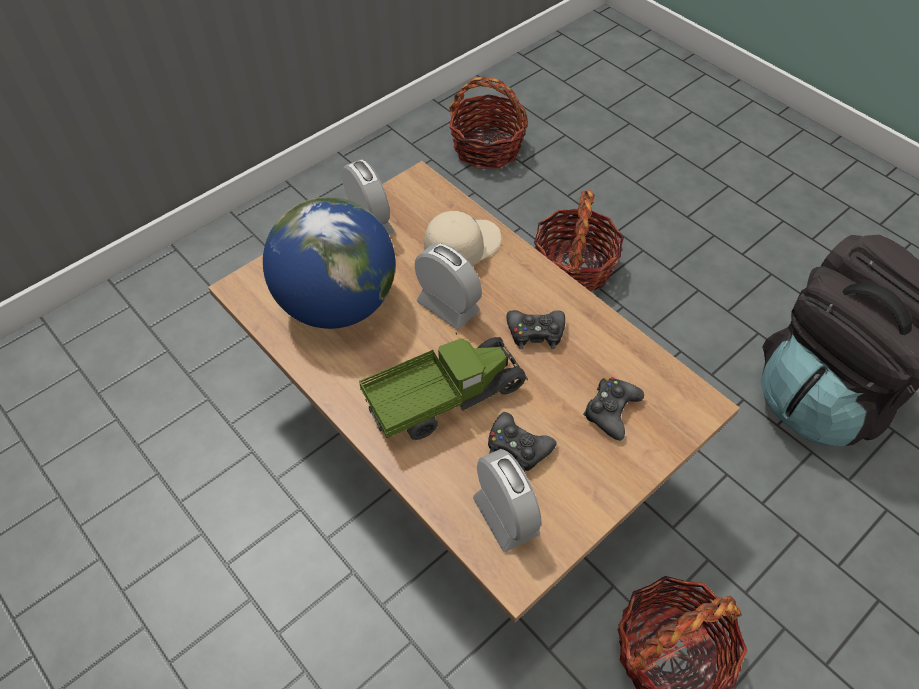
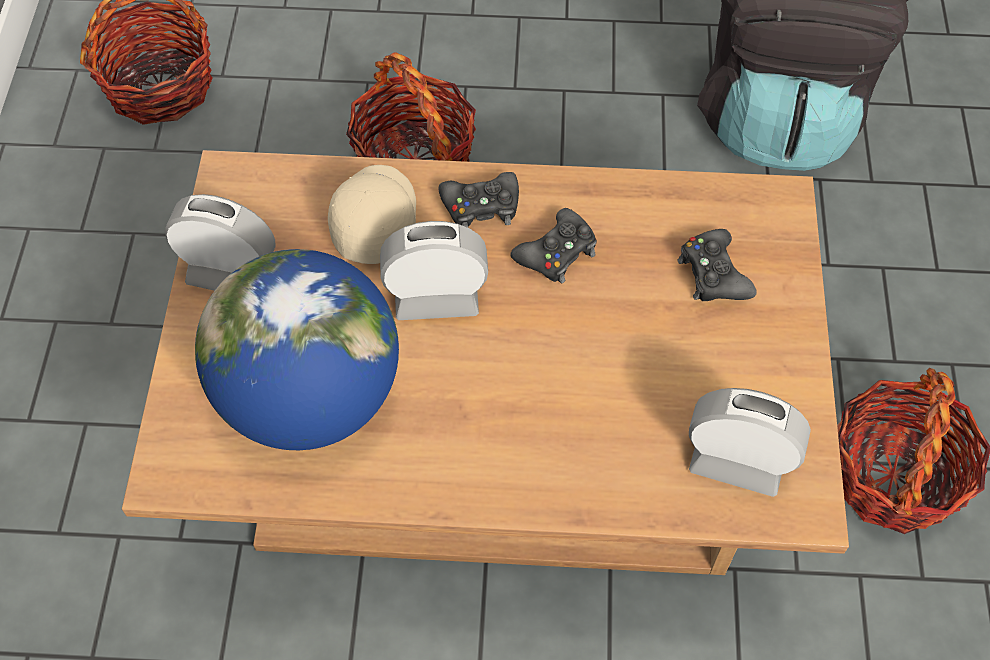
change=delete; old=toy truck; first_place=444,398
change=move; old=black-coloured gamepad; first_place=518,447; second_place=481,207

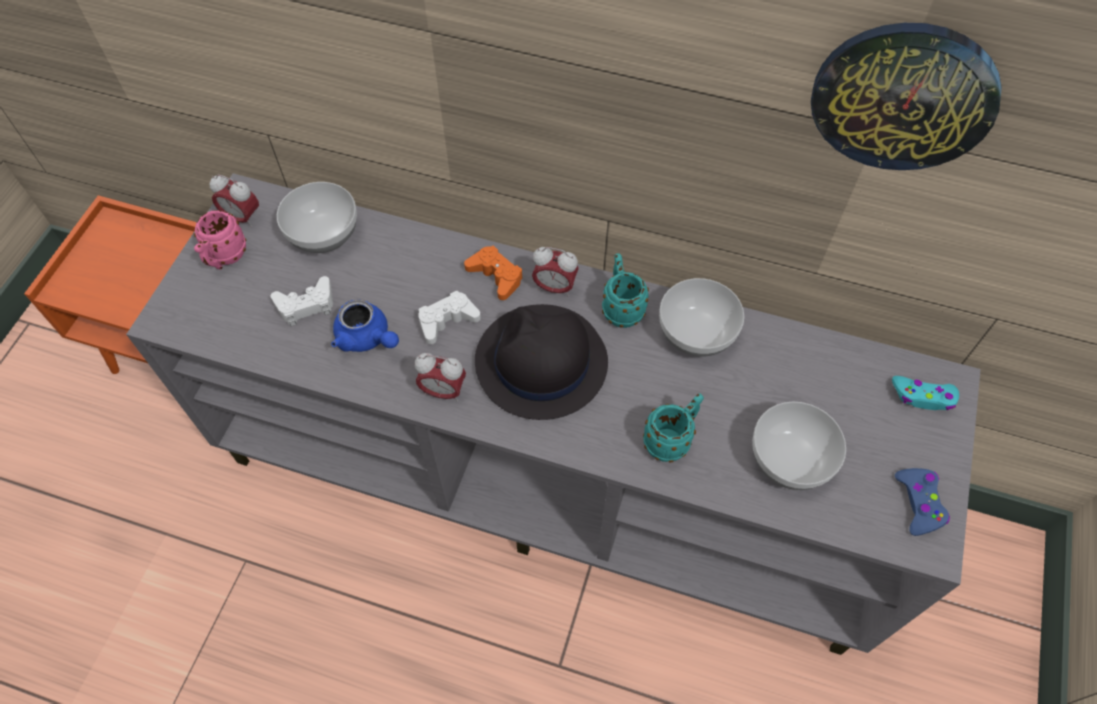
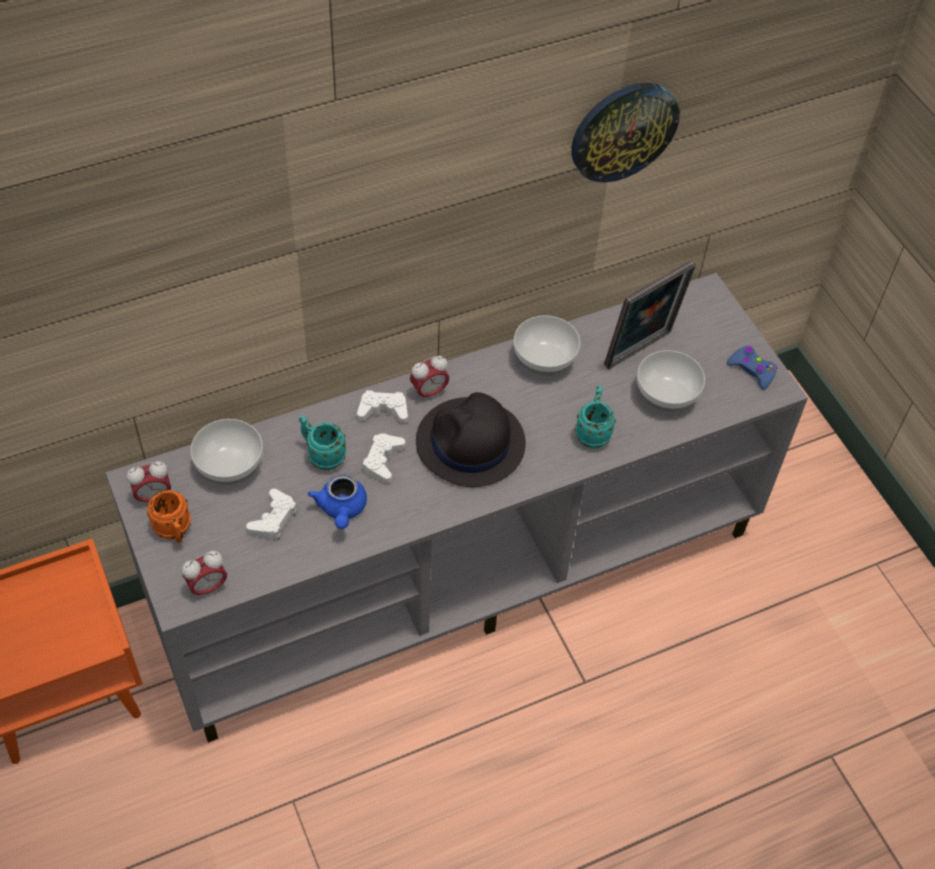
change=delete; old=turquoise-coloured gamepad; first_place=923,397
change=insert; new=standing frame; second_place=641,352
change=move; old=alarm clock; first_place=443,391; second_place=207,587
change=move; old=turquoise-coloured coffee mug; first_place=621,307; second_place=322,455
change=recolor; old=pinkish coffee mug; new=orange coffee mug; first_place=225,258; second_place=175,532
change=recolor; old=orange gamepad; new=whitish gamepad; first_place=496,276; second_place=383,411
change=rotate; old=blue pot for tea; first_place=367,338; second_place=341,509; degrees=90

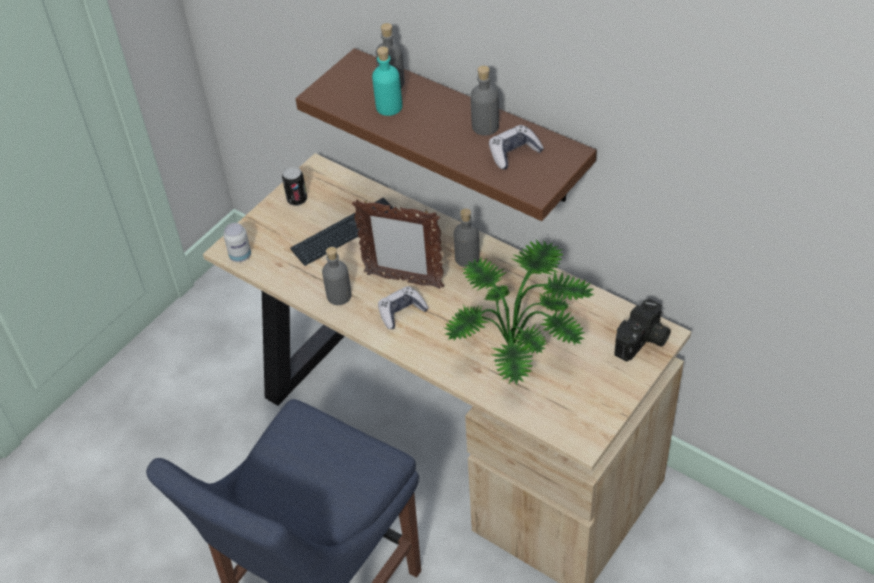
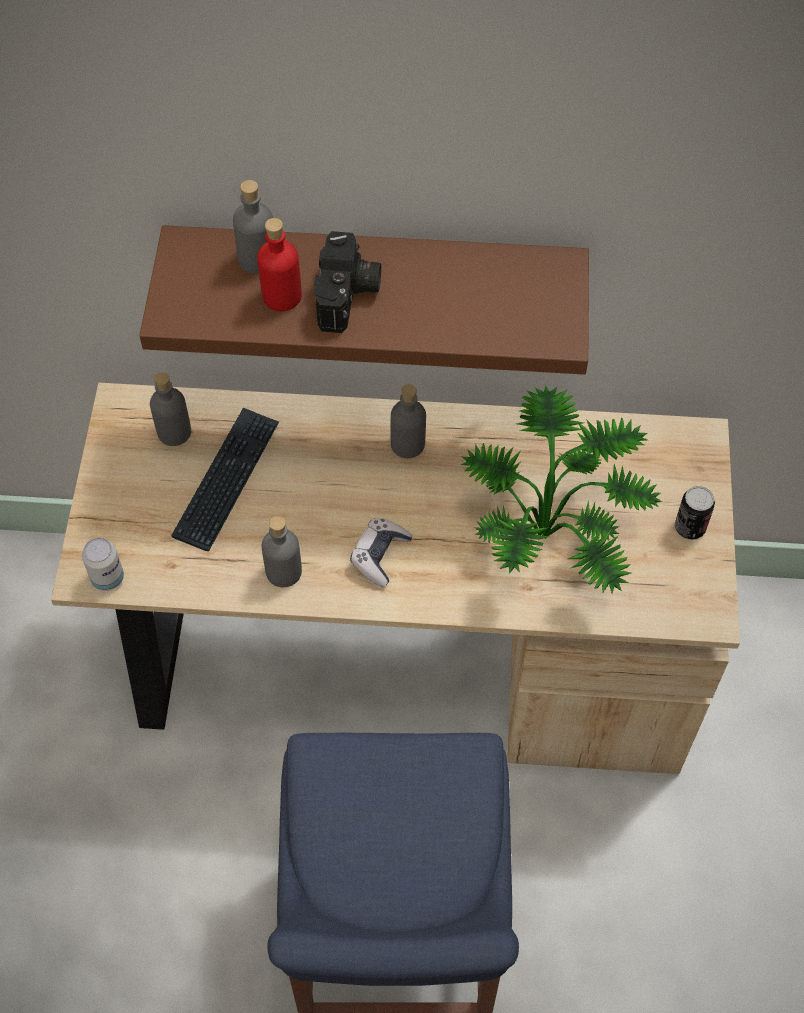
change=delete; old=standing frame; first_place=403,280
change=delete; old=gamepad; first_place=514,153
change=move; old=sealed can; first_place=297,199; second_place=689,528
change=move; old=grey bottle; first_place=485,126; second_place=174,432
change=move; old=photo camera; first_place=643,342; second_place=349,296
change=recolor; old=turquoise-coloured bottle; new=reddish bottle; first_place=389,107; second_place=282,296

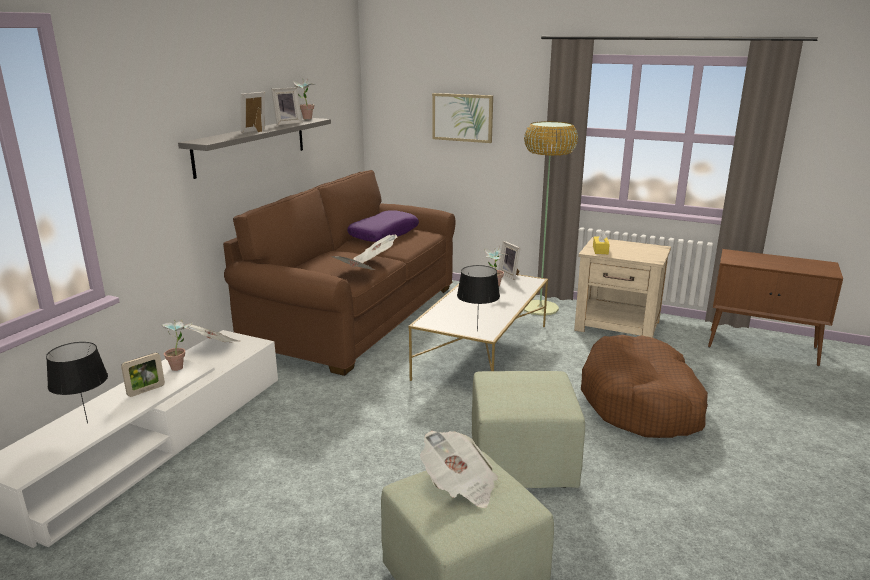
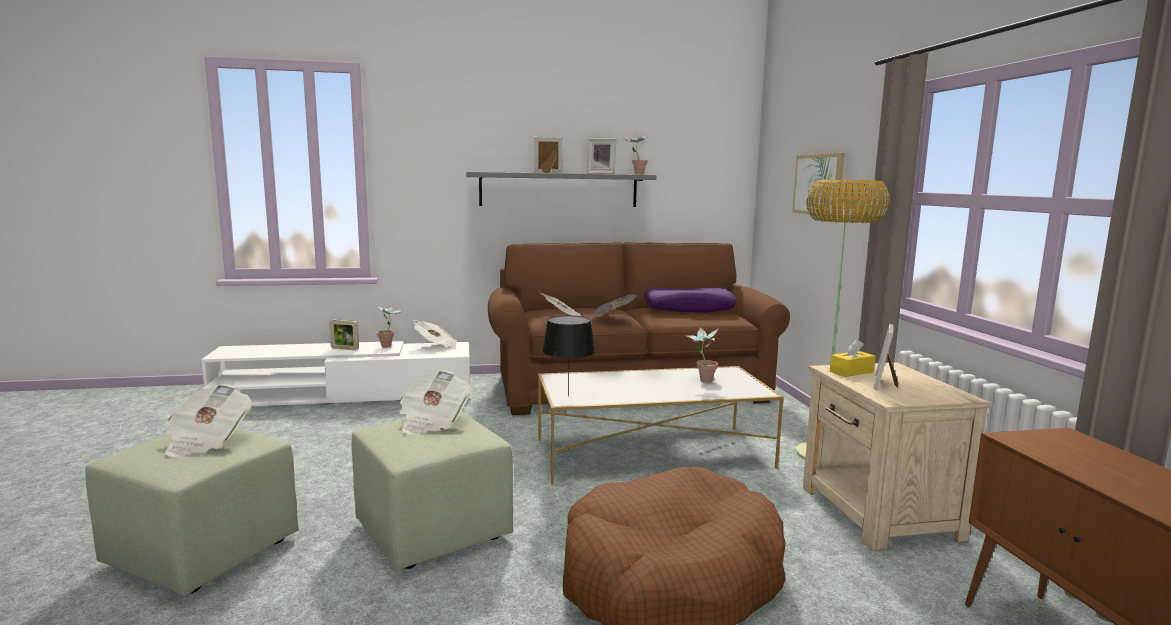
change=delete; old=black-coloured lamp for a table; first_place=87,423
change=insert; new=newspaper; second_place=432,421
change=move; old=standing frame; first_place=510,275; second_place=885,384

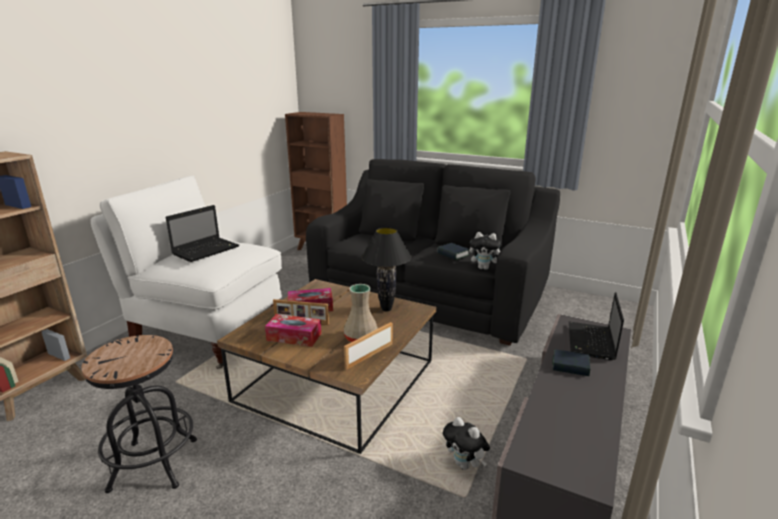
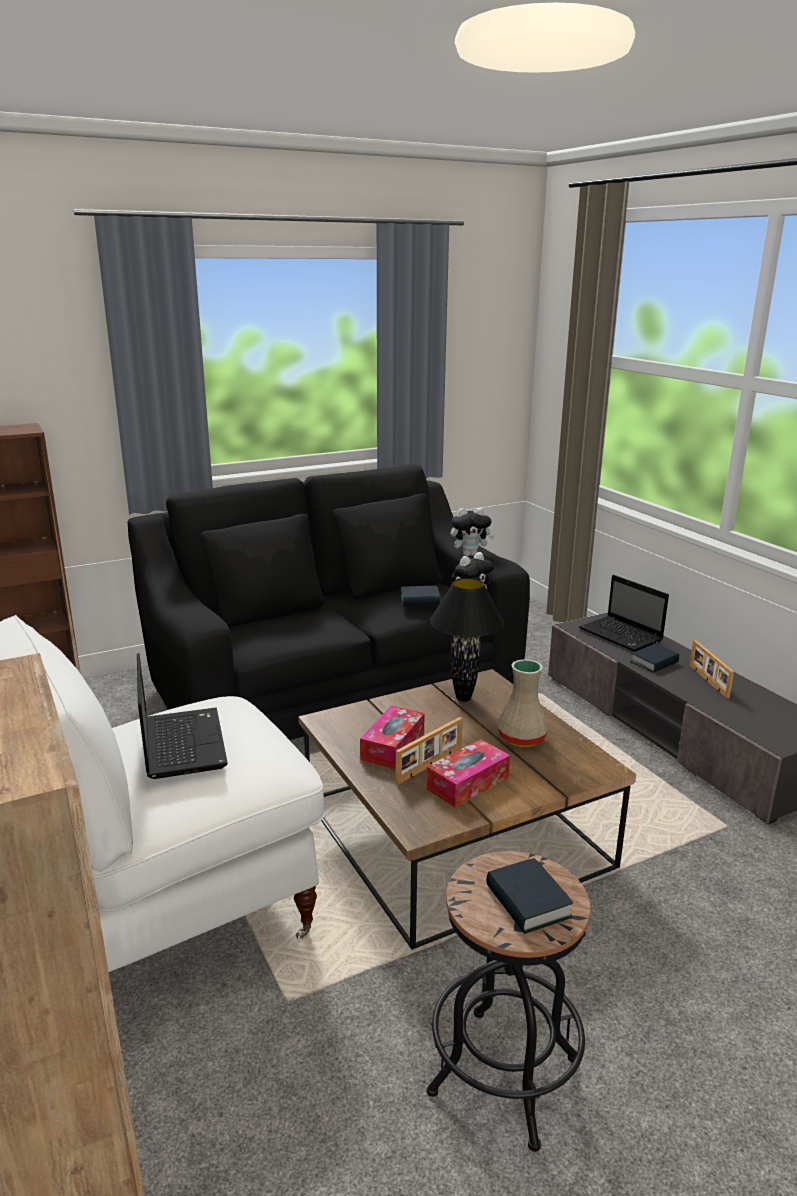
change=insert; new=book; second_place=527,902
change=move; old=standing frame; first_place=369,355; second_place=707,681
change=move; old=cuddly toy; first_place=465,465; second_place=470,555

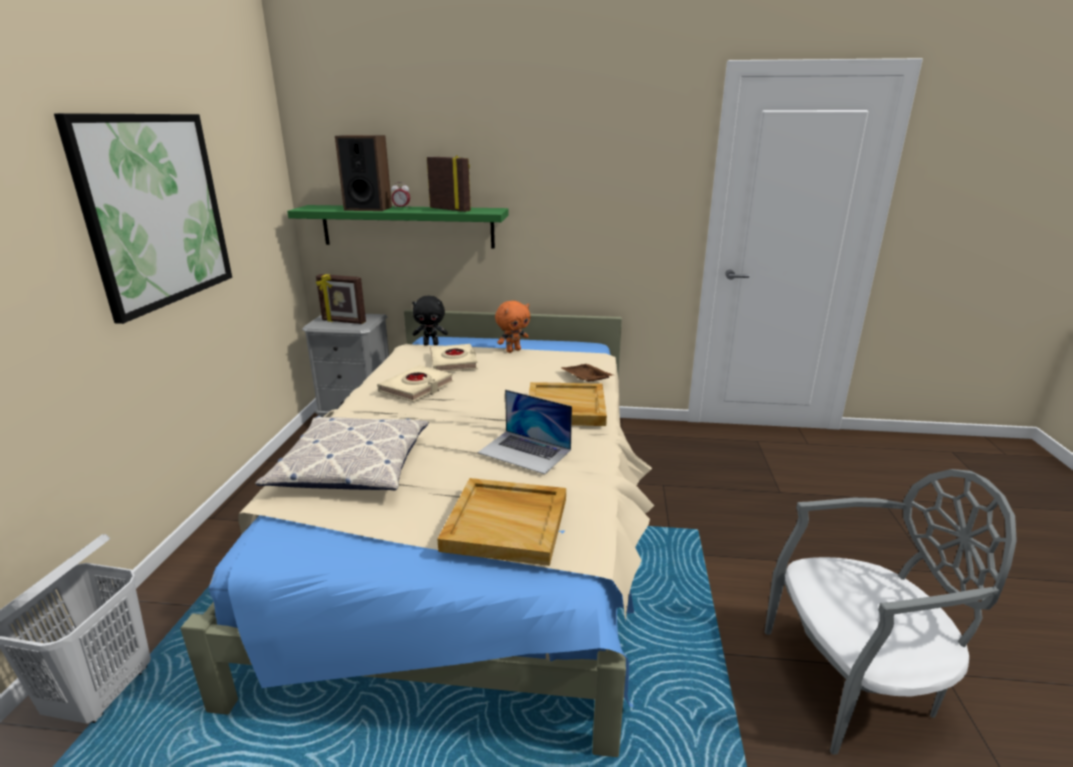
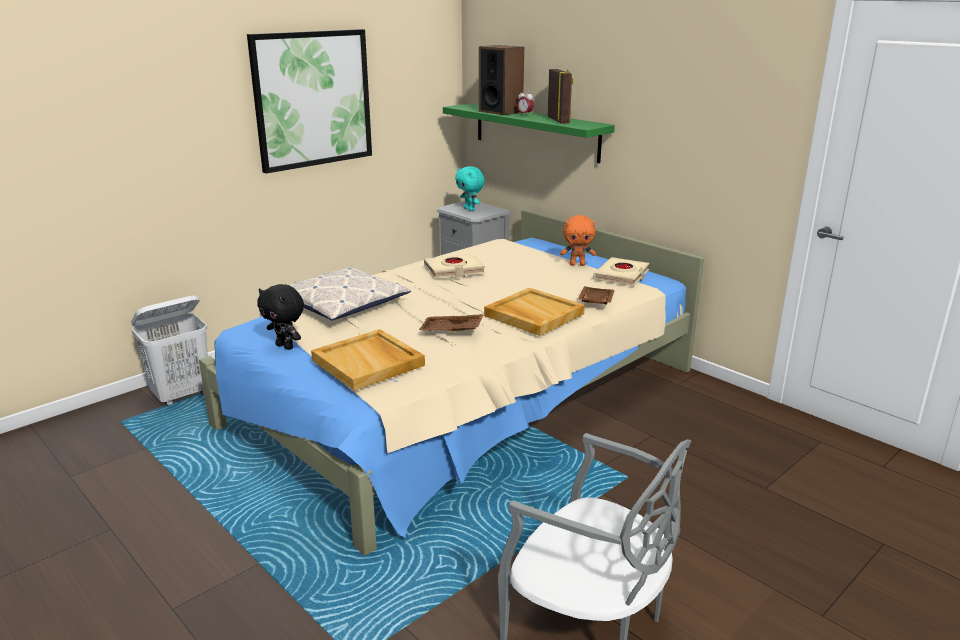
change=move; old=black-coloured cuddly toy; first_place=431,344; second_place=285,346
change=move; old=sand-coloured book; first_place=454,362; second_place=622,276
change=replace; old=standing frame; new=turquoise-coloured cuddly toy; first_place=343,321; second_place=470,209
change=replace; old=laptop; new=brownish tray; first_place=525,451; second_place=451,331

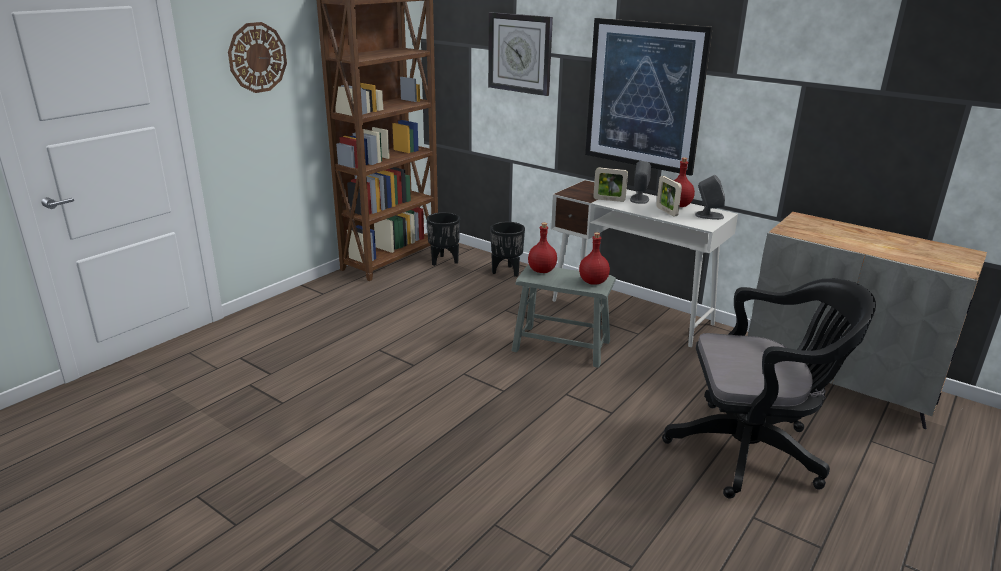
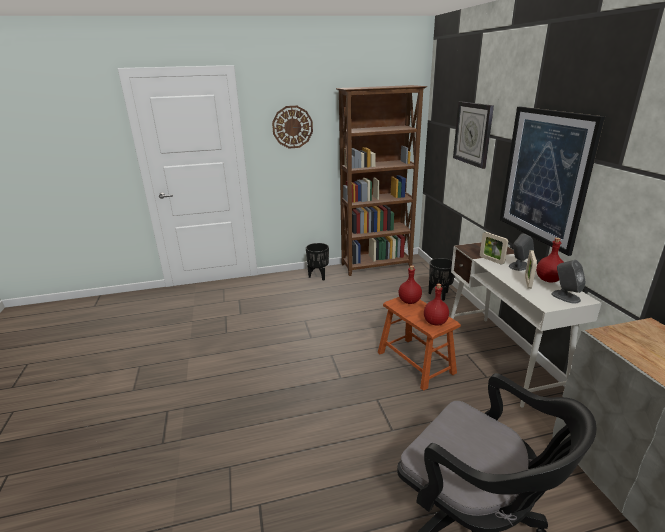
change=move; old=black-coloured flower pot; first_place=444,261; second_place=318,276
change=recolor; old=grey stool seat; new=brownish stool seat; first_place=561,346; second_place=415,362

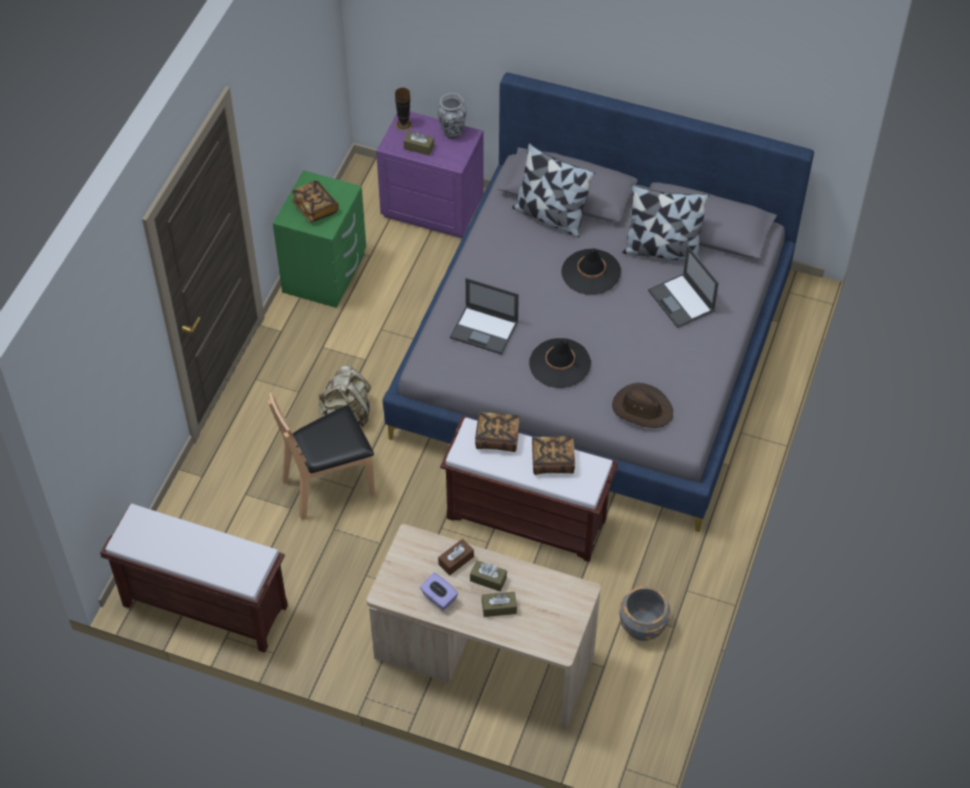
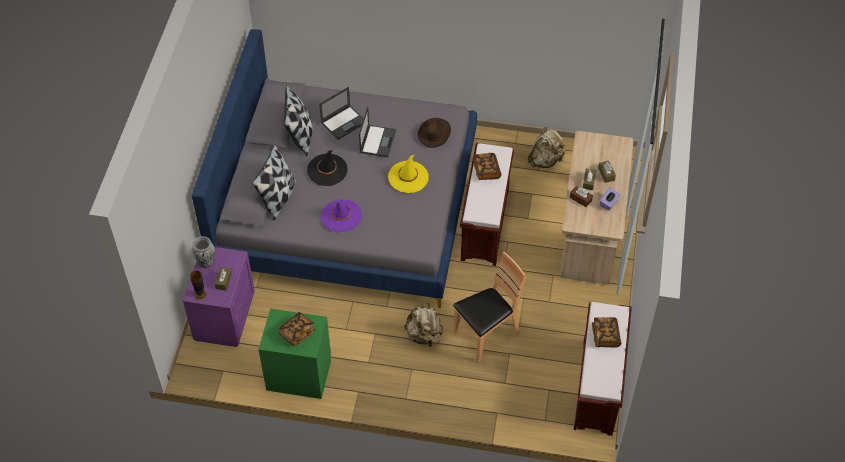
change=insert; new=purple wearable hat; second_place=341,216
change=move; old=laptop; first_place=485,330; second_place=377,141
change=move; old=book; first_place=497,438; second_place=605,336
change=replace; old=grey flower pot; new=sand-coloured rucksack; first_place=643,626; second_place=545,160
change=recolor; old=black-coloured wearable hat; new=yellow wearable hat; first_place=559,363; second_place=408,177
change=rotate; old=brownish plain chair; first_place=329,486; second_place=486,335; degrees=-90

